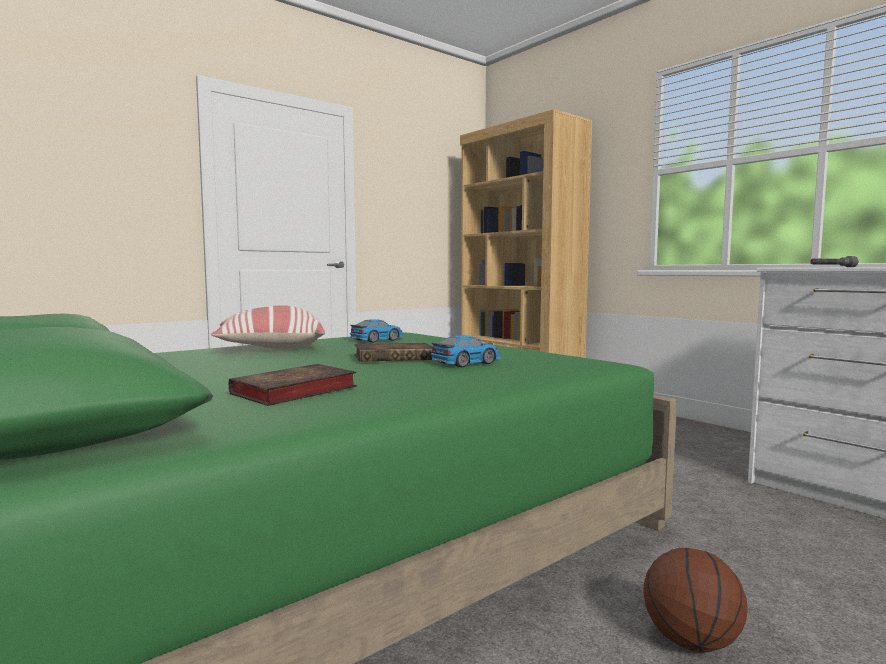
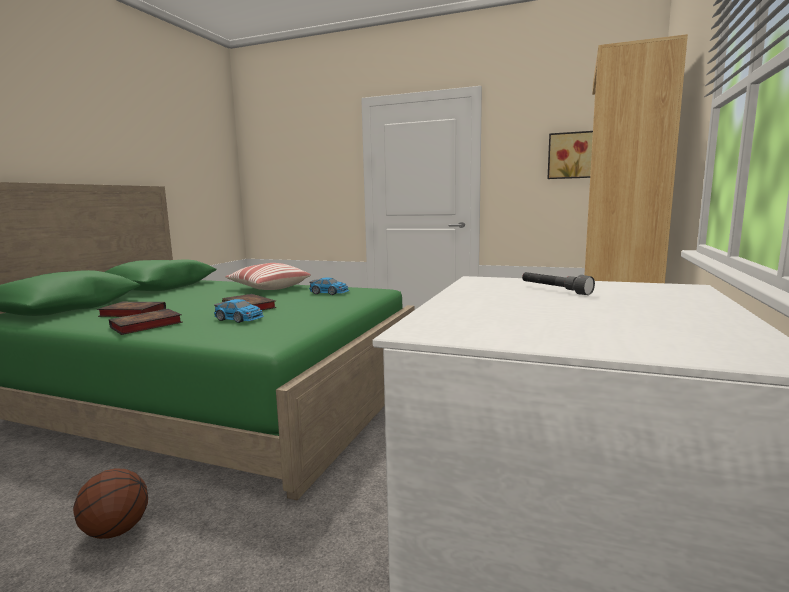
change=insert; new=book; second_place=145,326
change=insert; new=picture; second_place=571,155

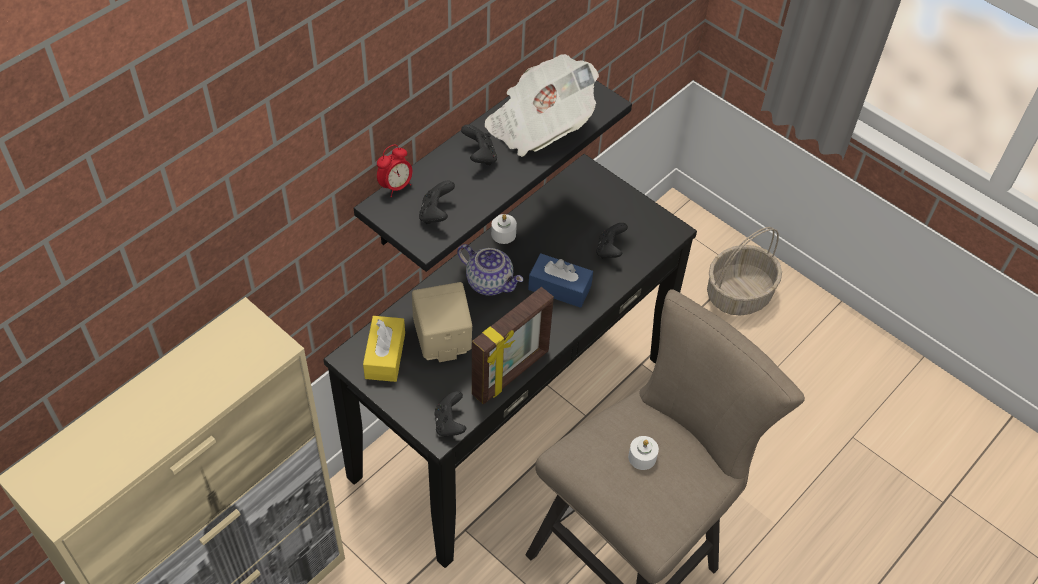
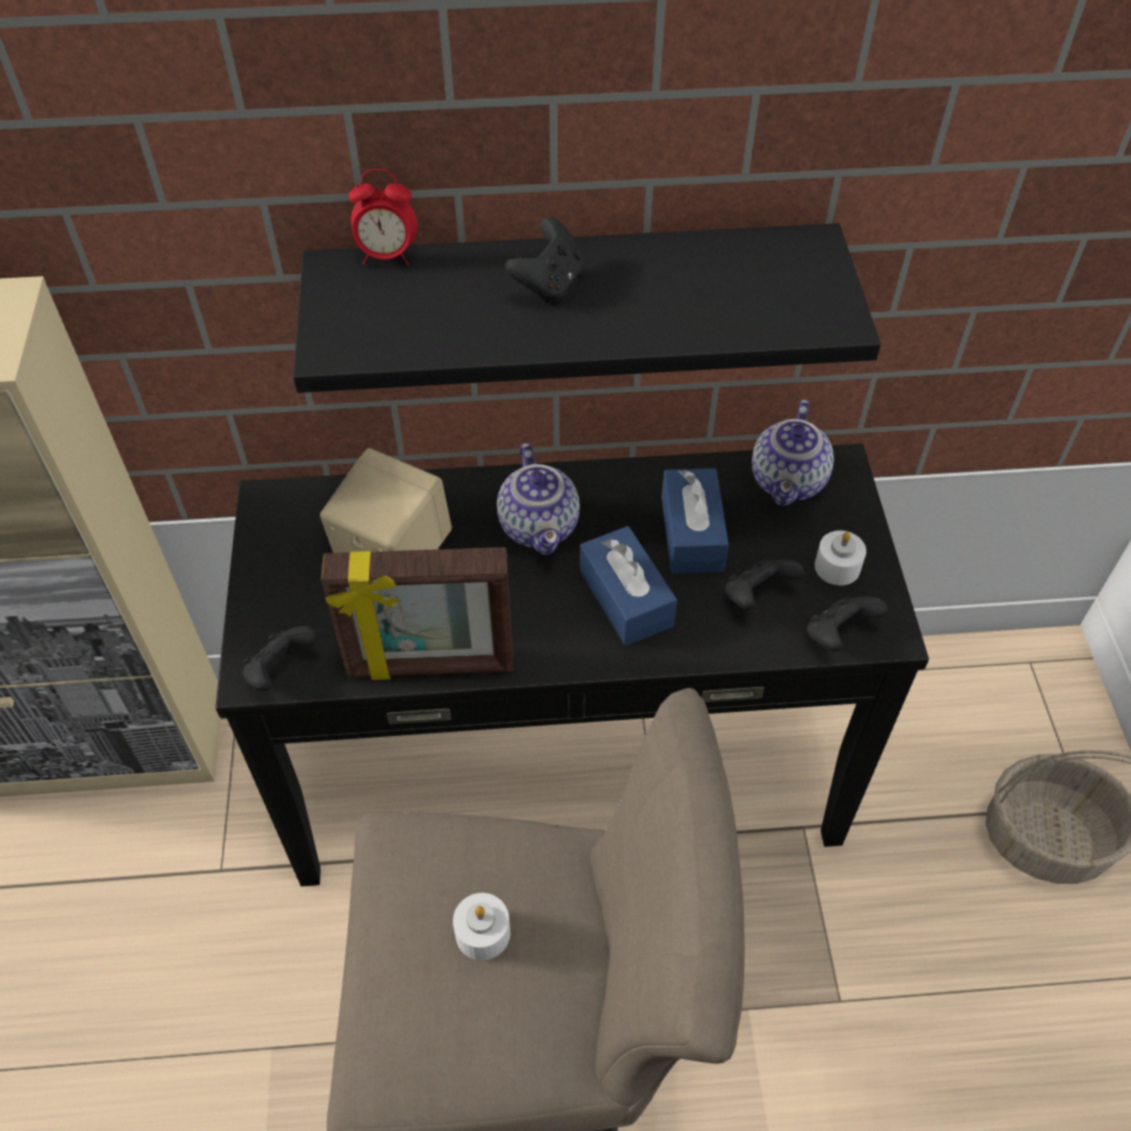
change=delete; old=yellow tissue box; first_place=385,355
change=delete; old=newspaper; first_place=539,125
change=insert; new=blue tissue box; second_place=692,534
change=insert; new=pot for tea; second_place=789,482
change=move; old=black-coloured gamepad; first_place=436,214; second_place=838,635
change=move; old=whitish wax candle; first_place=503,234; second_place=837,567

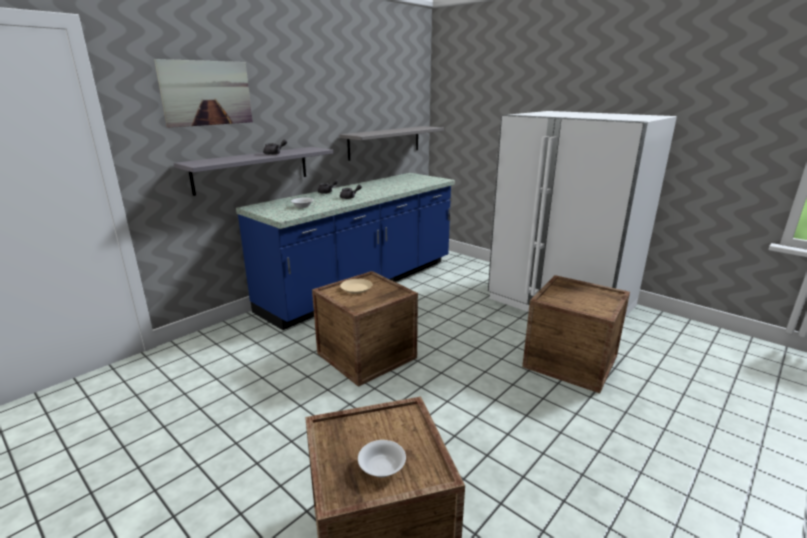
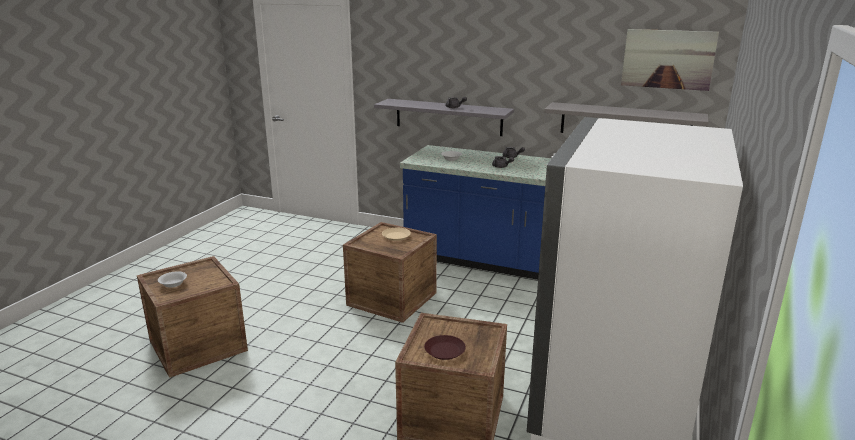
change=insert; new=brownish dinner plate; second_place=444,351
change=move; old=picture; first_place=207,93; second_place=668,59

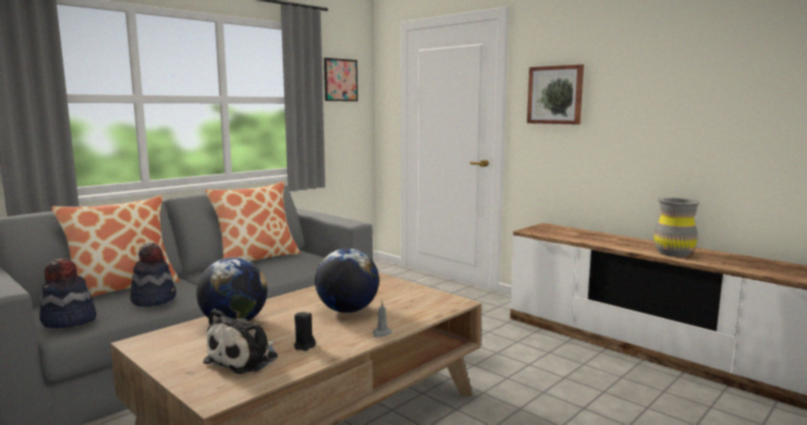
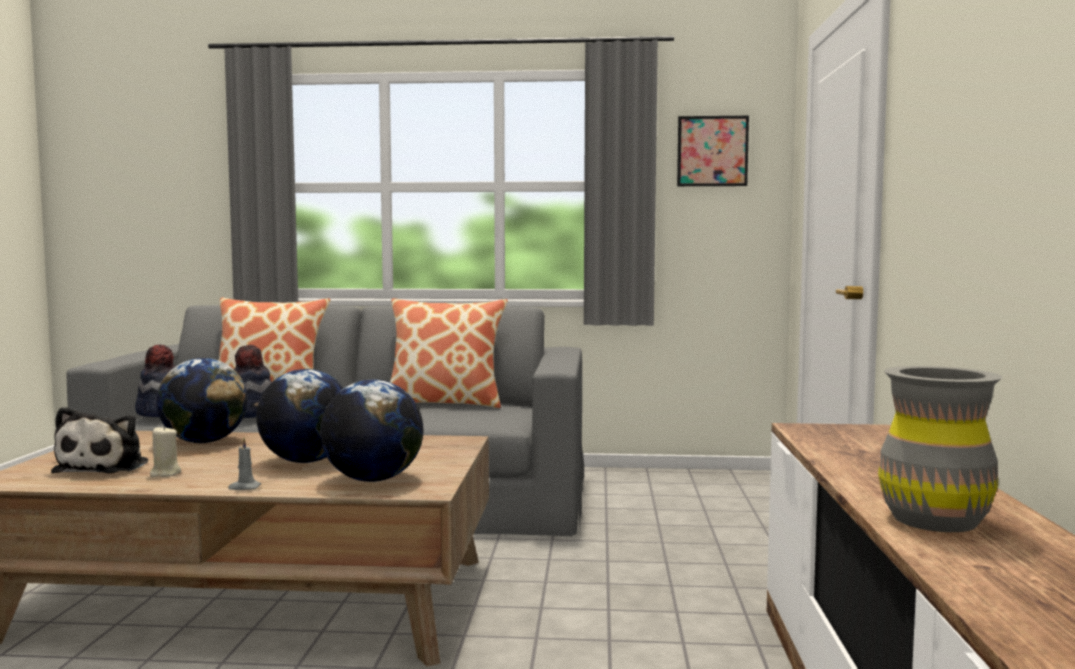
change=delete; old=picture; first_place=555,95
change=insert; new=world globe; second_place=372,479
change=recolor; old=black-coloured wax candle; new=sand-coloured wax candle; first_place=304,346; second_place=165,473
change=rotate; old=cuddly toy; first_place=245,359; second_place=106,467; degrees=-75

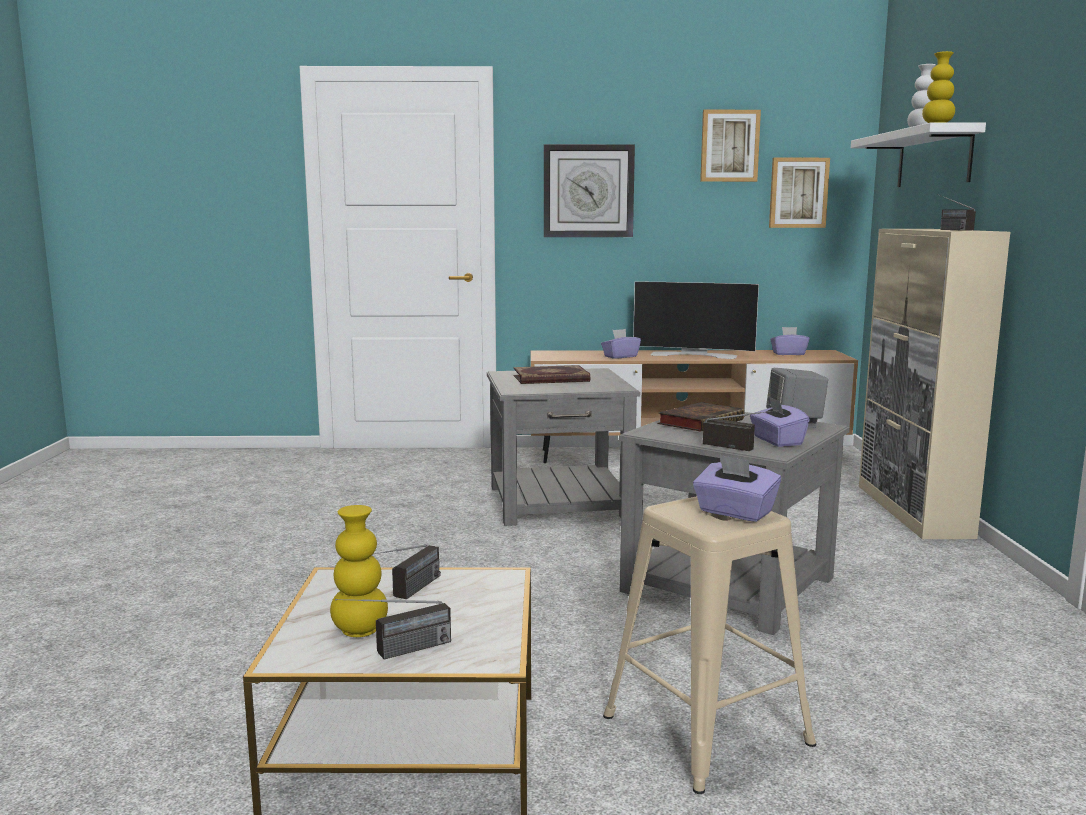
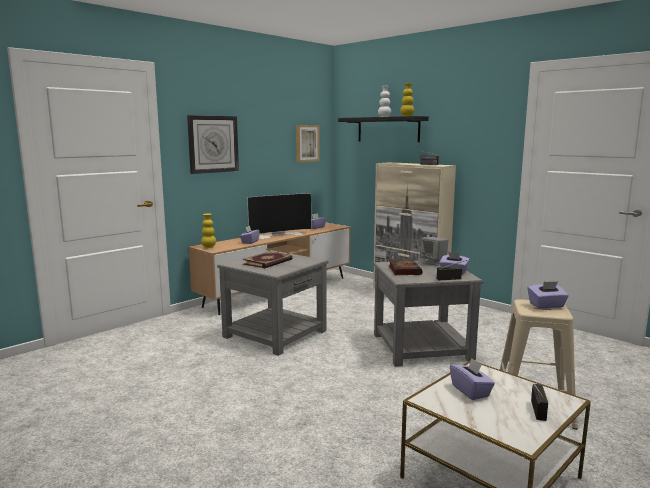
change=delete; old=picture; first_place=729,146
change=move; old=yellow vase; first_place=360,631; second_place=208,247
change=replace; old=radio receiver; new=purple tissue box; first_place=409,593; second_place=470,391
change=recolor; old=whitish bracket shelf; new=black-coloured bracket shelf; first_place=933,158; second_place=388,129

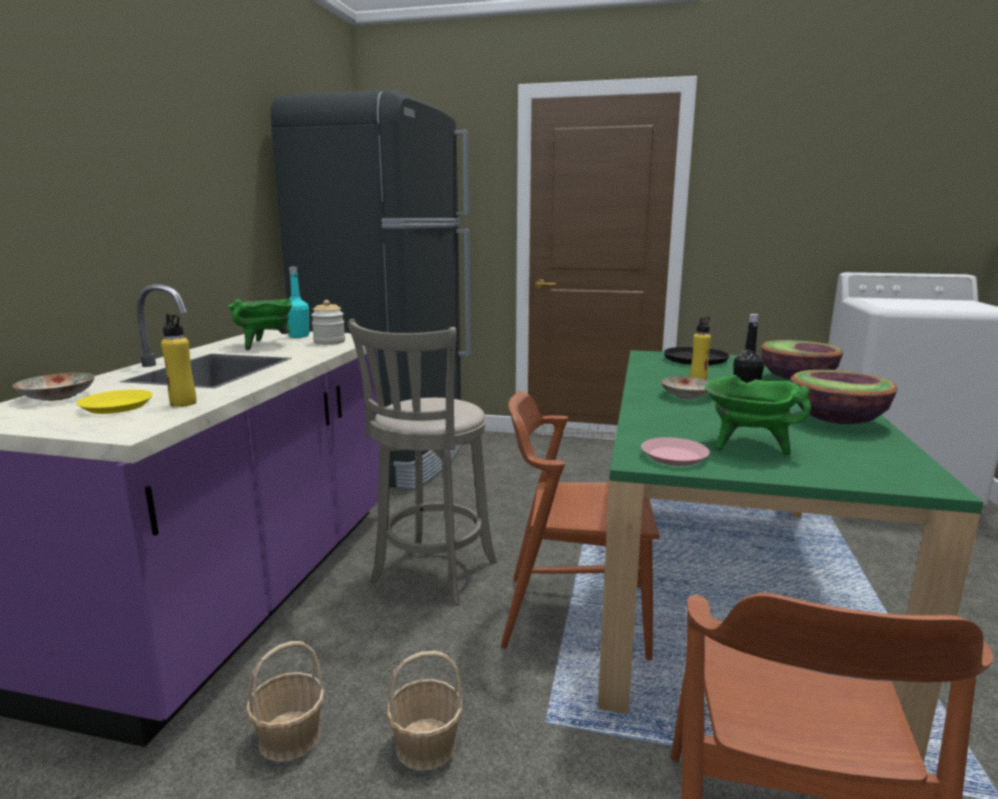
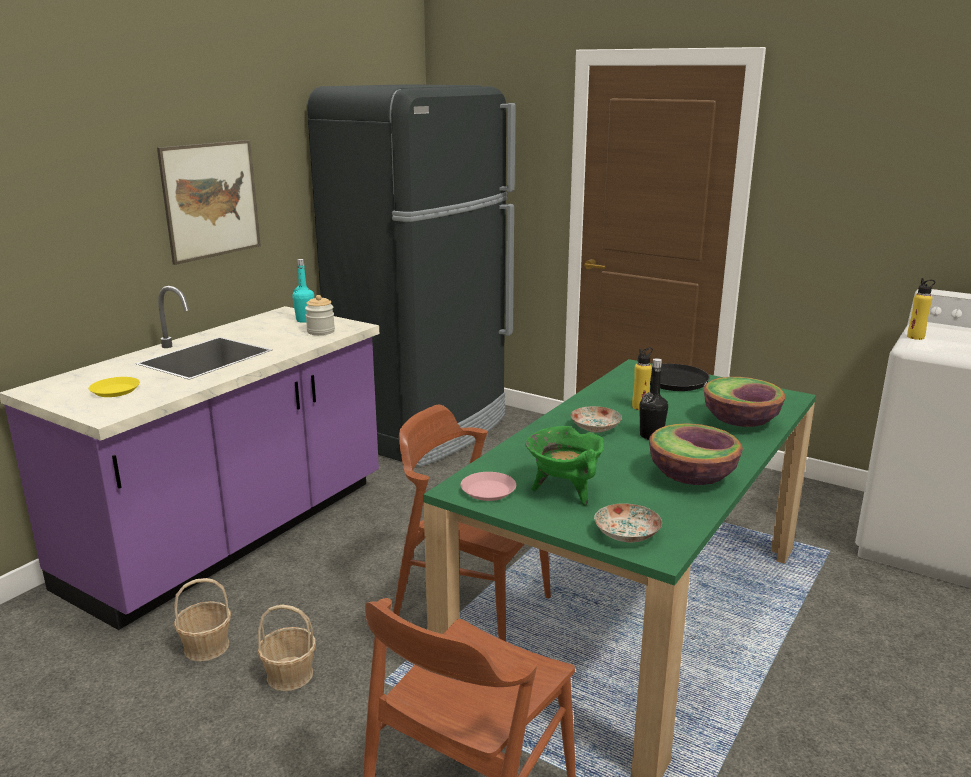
change=delete; old=greenish saucepot; first_place=265,345
change=delete; old=grey stool seat; first_place=431,574
change=insert; new=picture; second_place=211,200
change=move; old=dinner plate; first_place=58,397; second_place=627,535
change=move; old=yellow bottle; first_place=183,403; second_place=915,337

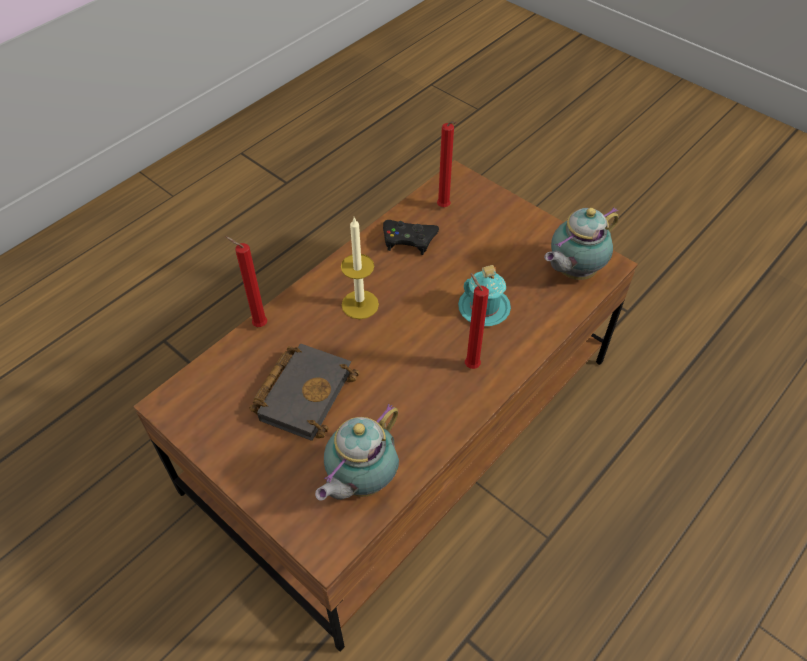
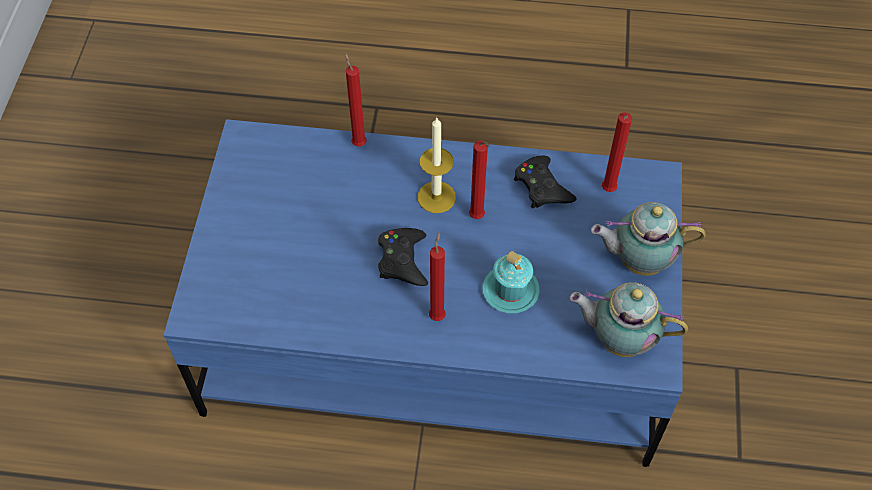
change=delete; old=black-coloured book; first_place=303,392
change=insert; new=black-coloured gamepad; second_place=403,260
change=insert; new=reddish wax candle; second_place=478,218
change=move; old=pot for tea; first_place=360,481; second_place=638,261
change=recolor; old=brownish low table; new=blue low table; first_place=403,423; second_place=436,333

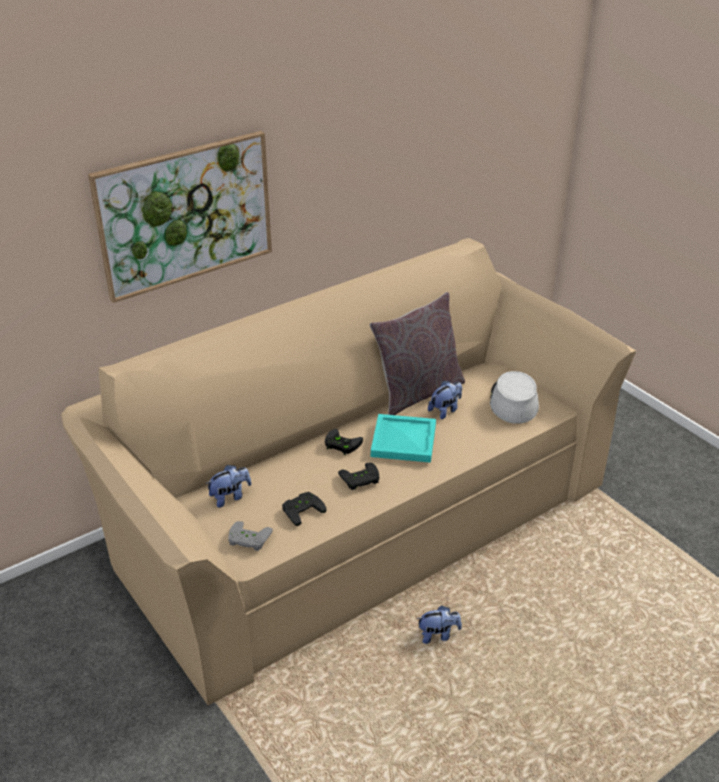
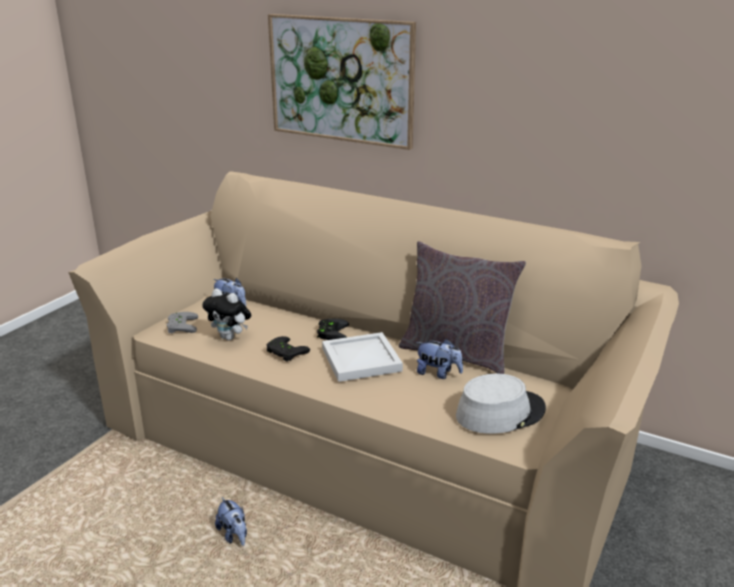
change=replace; old=black-coloured gamepad; new=cuddly toy; first_place=301,509; second_place=230,337
change=recolor; old=turquoise-coloured tray; new=whitish tray; first_place=404,441; second_place=360,360

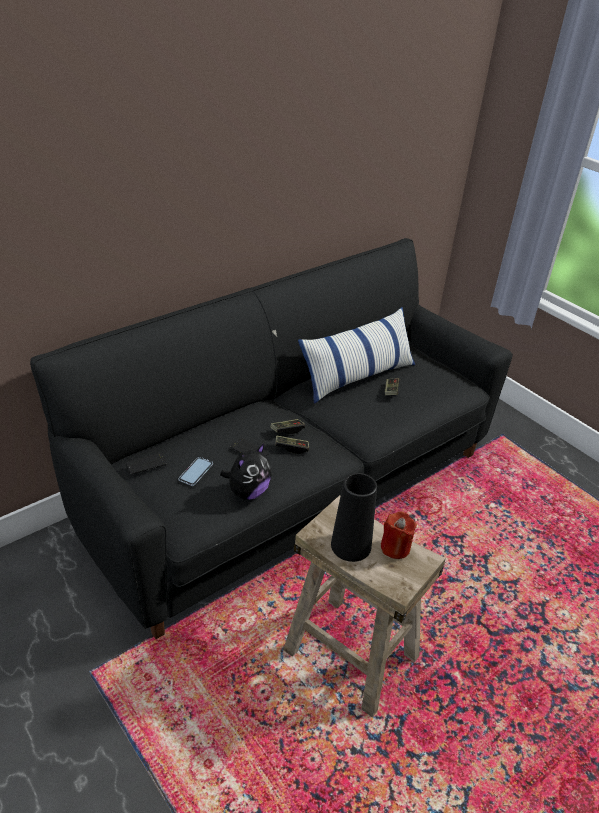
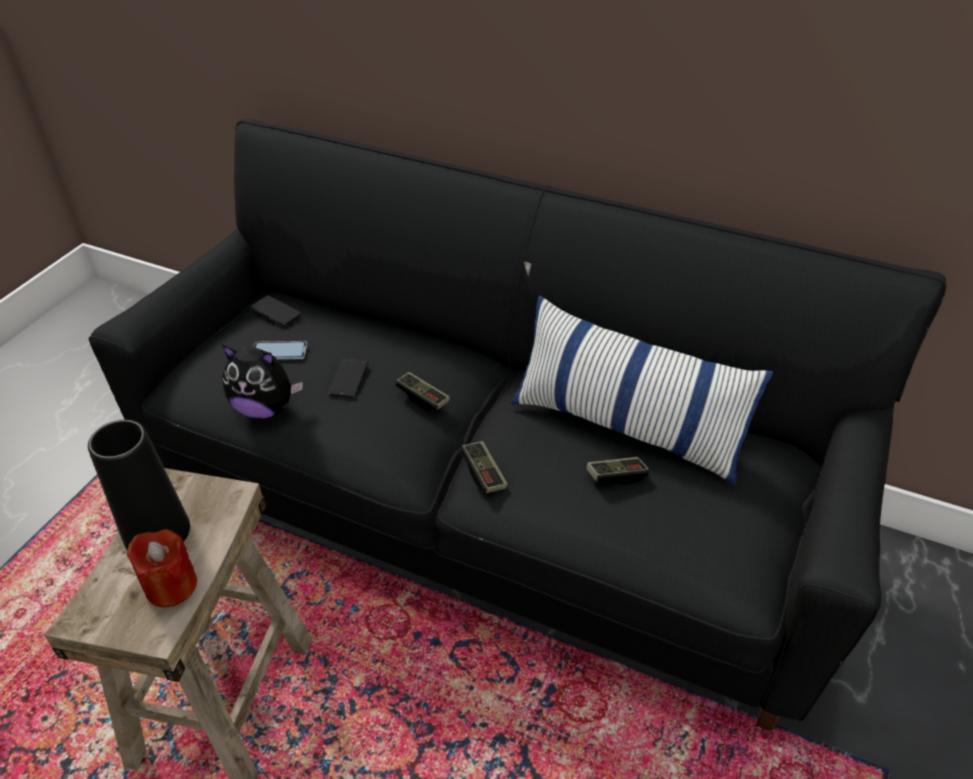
change=move; old=gamepad; first_place=291,448; second_place=483,474

